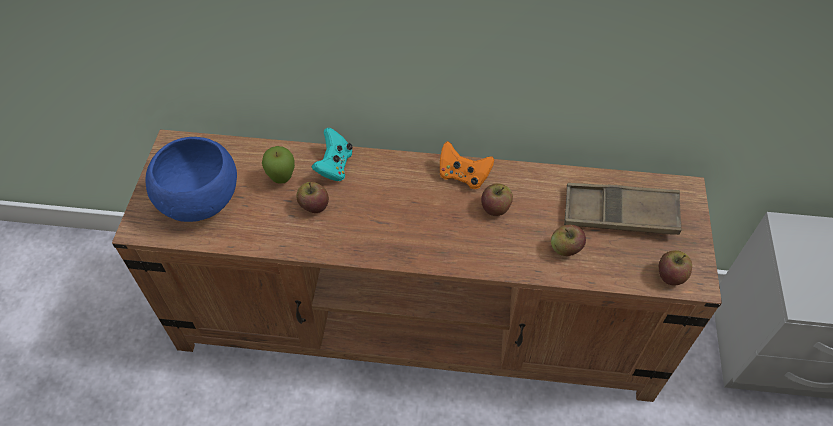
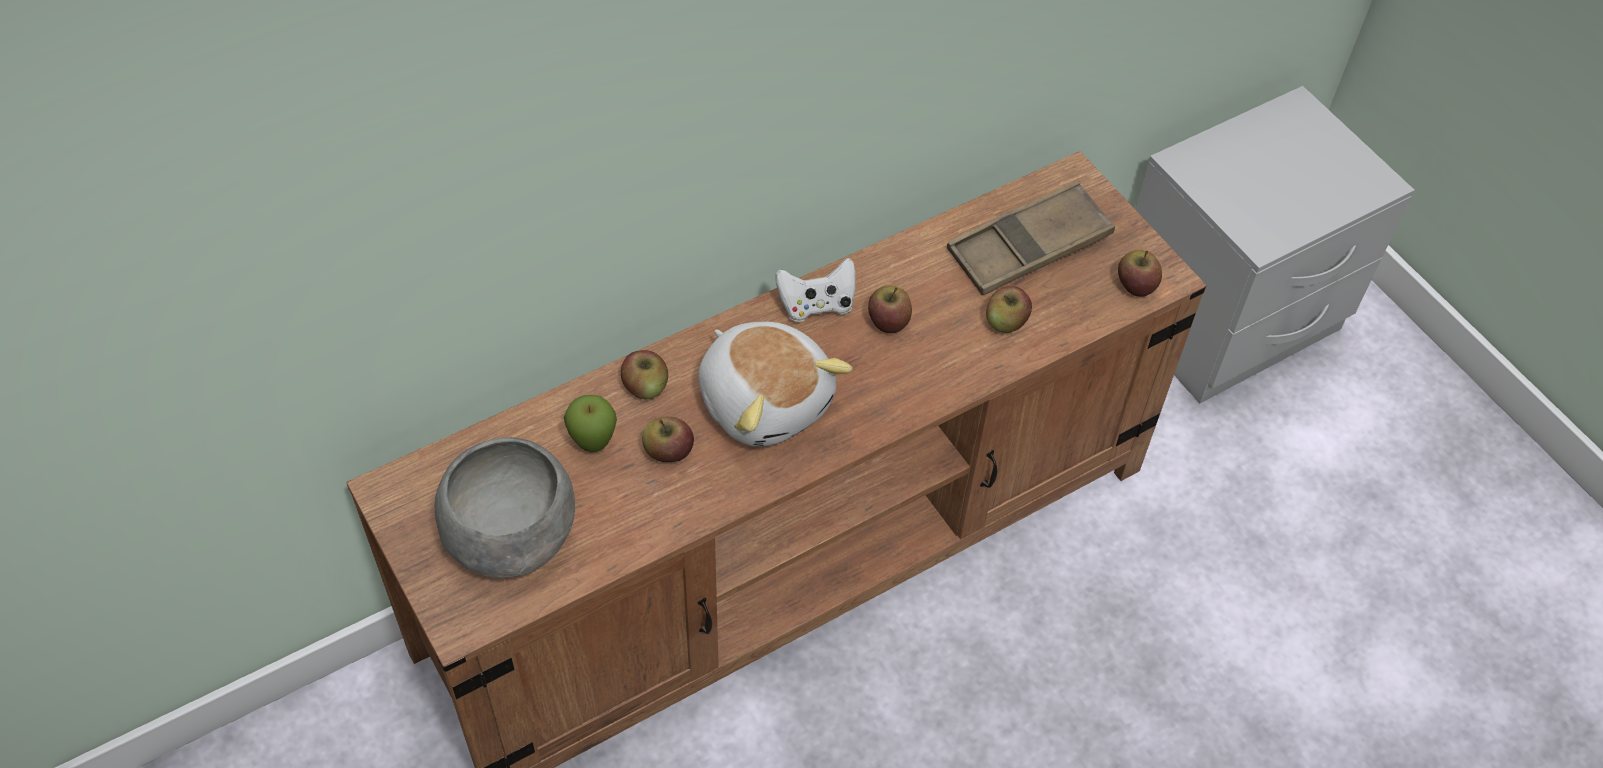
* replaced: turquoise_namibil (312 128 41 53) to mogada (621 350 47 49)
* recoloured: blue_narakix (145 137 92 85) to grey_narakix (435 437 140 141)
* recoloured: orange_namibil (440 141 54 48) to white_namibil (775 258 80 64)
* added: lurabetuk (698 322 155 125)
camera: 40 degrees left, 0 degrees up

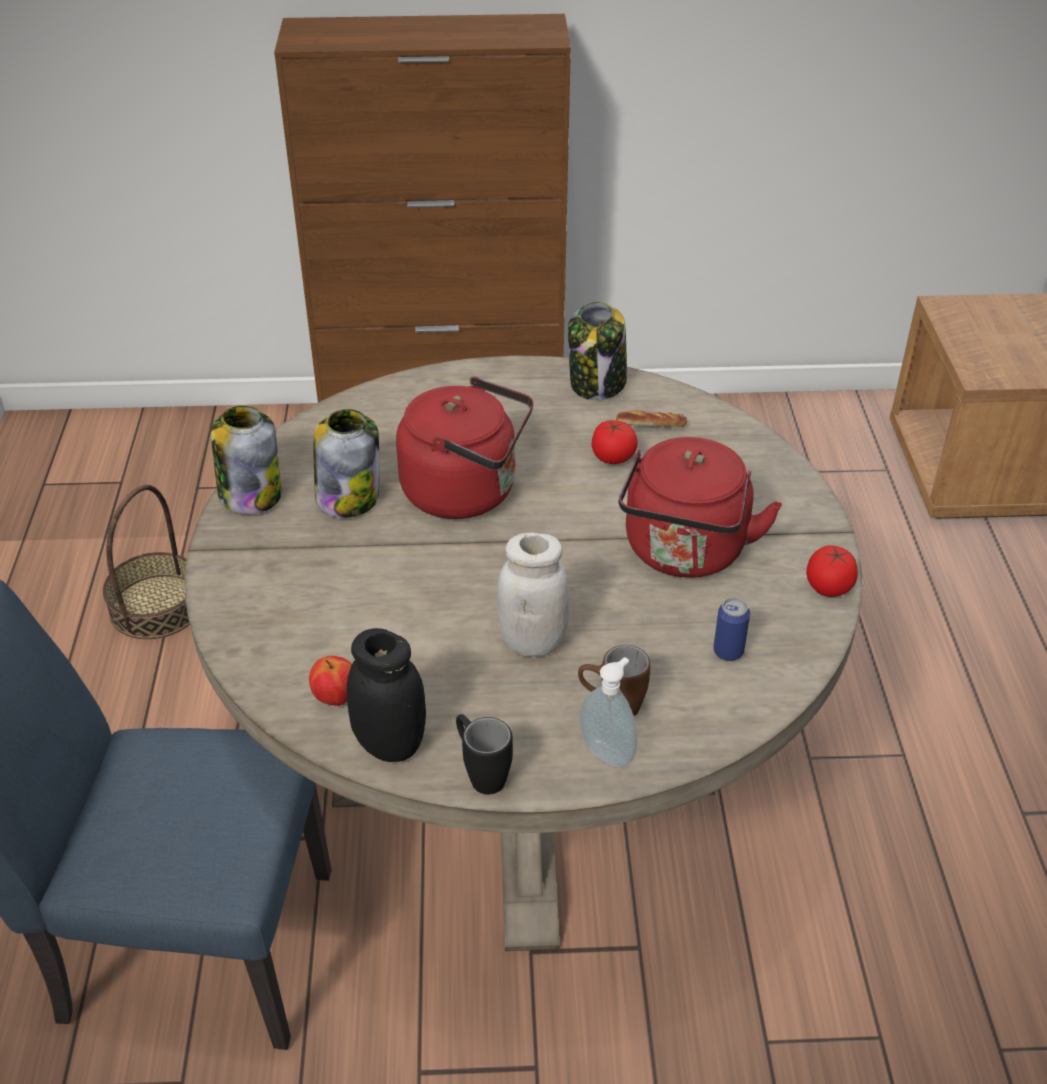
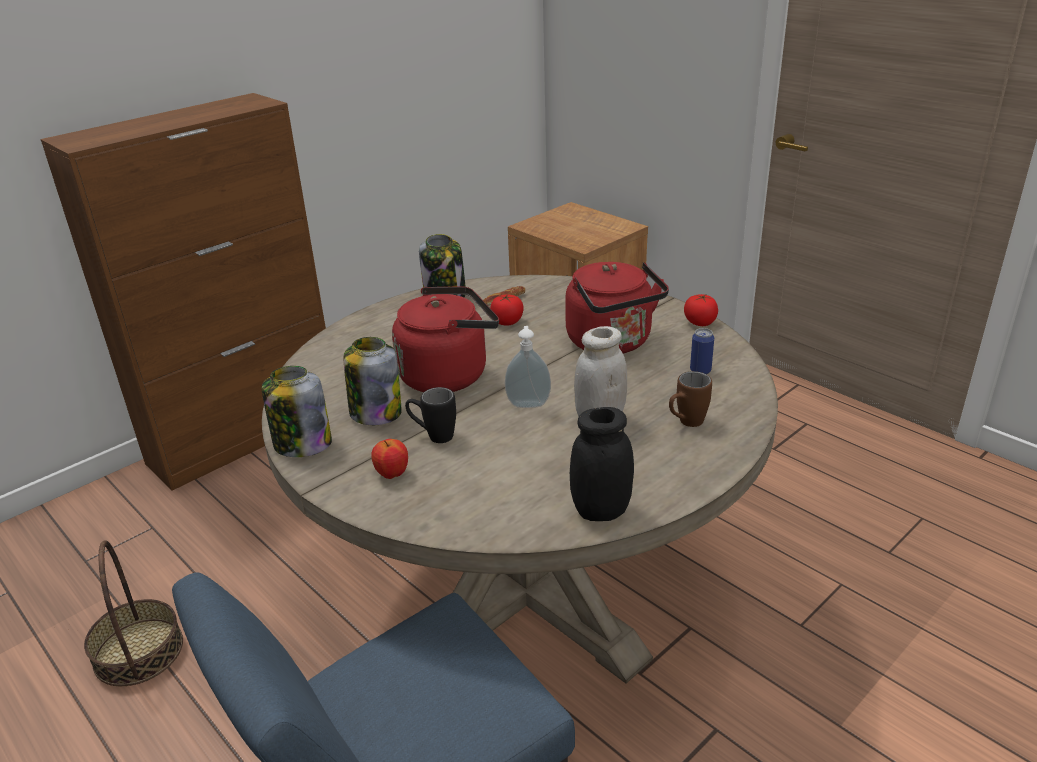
* moved: mogada (309 656 43 50) to (371 439 37 40)
* moved: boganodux (579 657 58 111) to (505 326 46 82)
* moved: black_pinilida (456 714 57 81) to (405 387 51 56)
camera: 40 degrees left, 10 degrees down

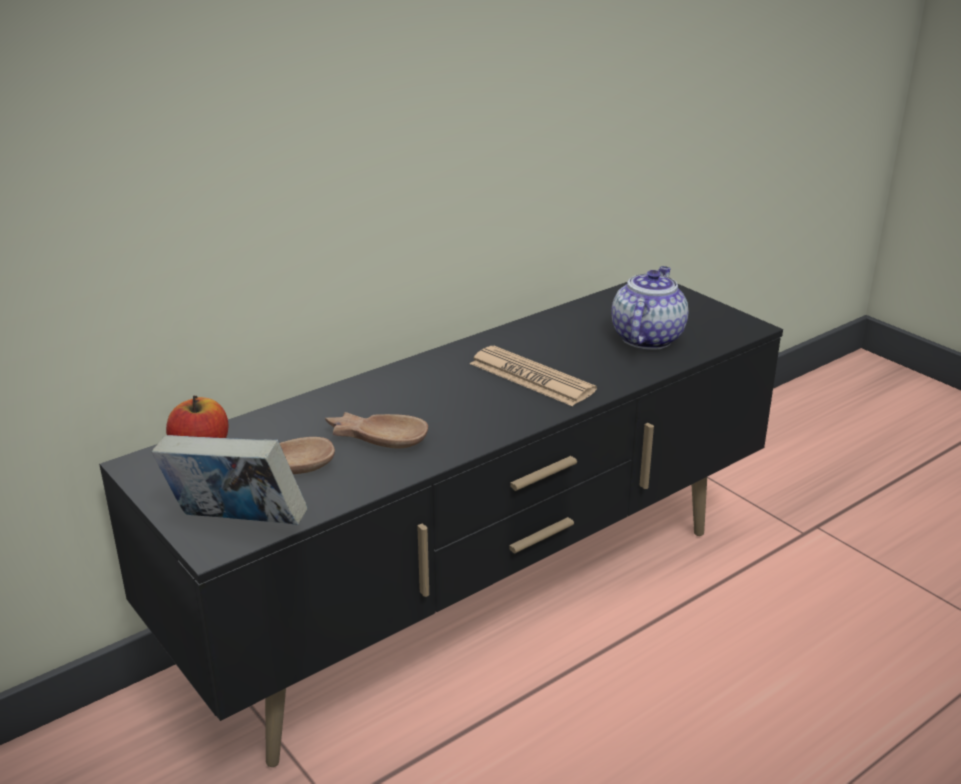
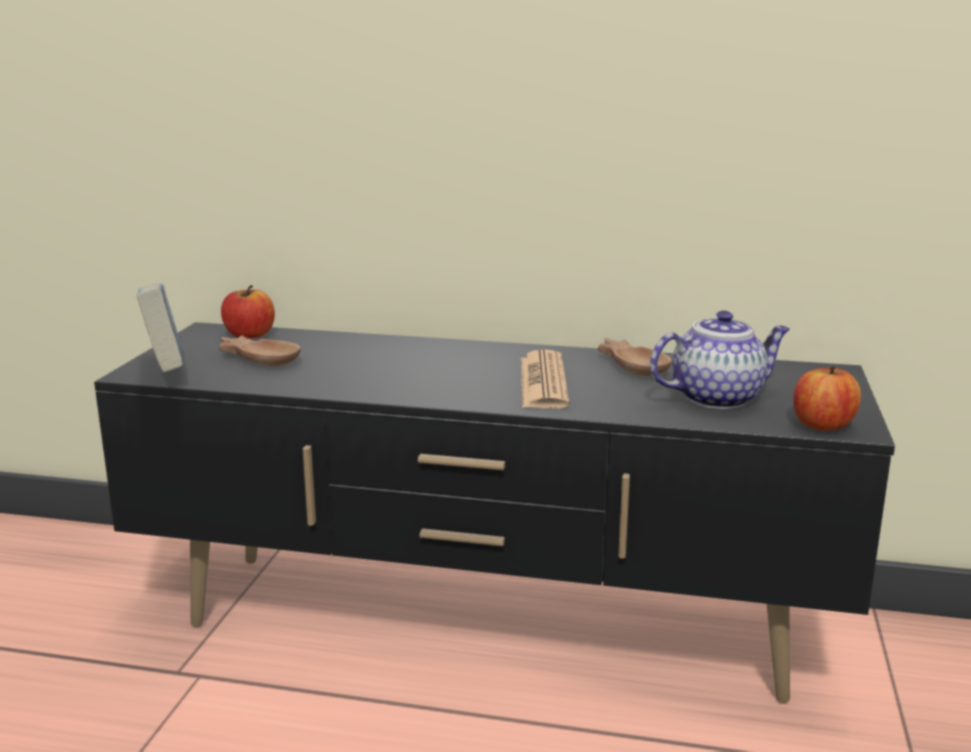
* moved: brown_narakix (325 412 103 37) to (598 338 74 38)
* added: mogada (793 366 68 65)
camera: 50 degrees right, 10 degrees down

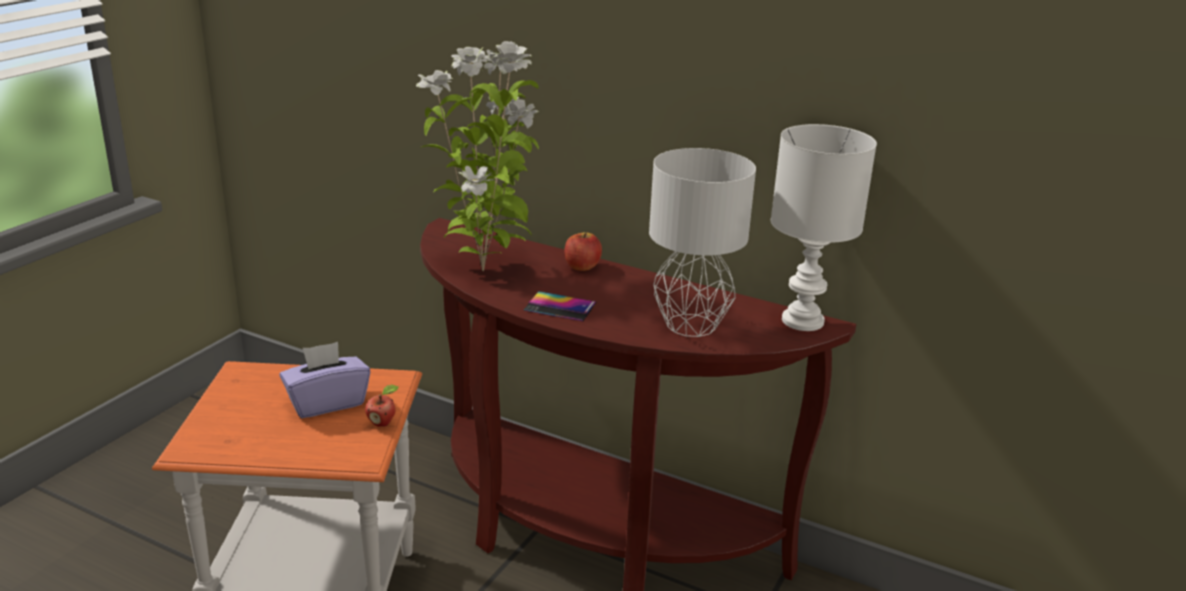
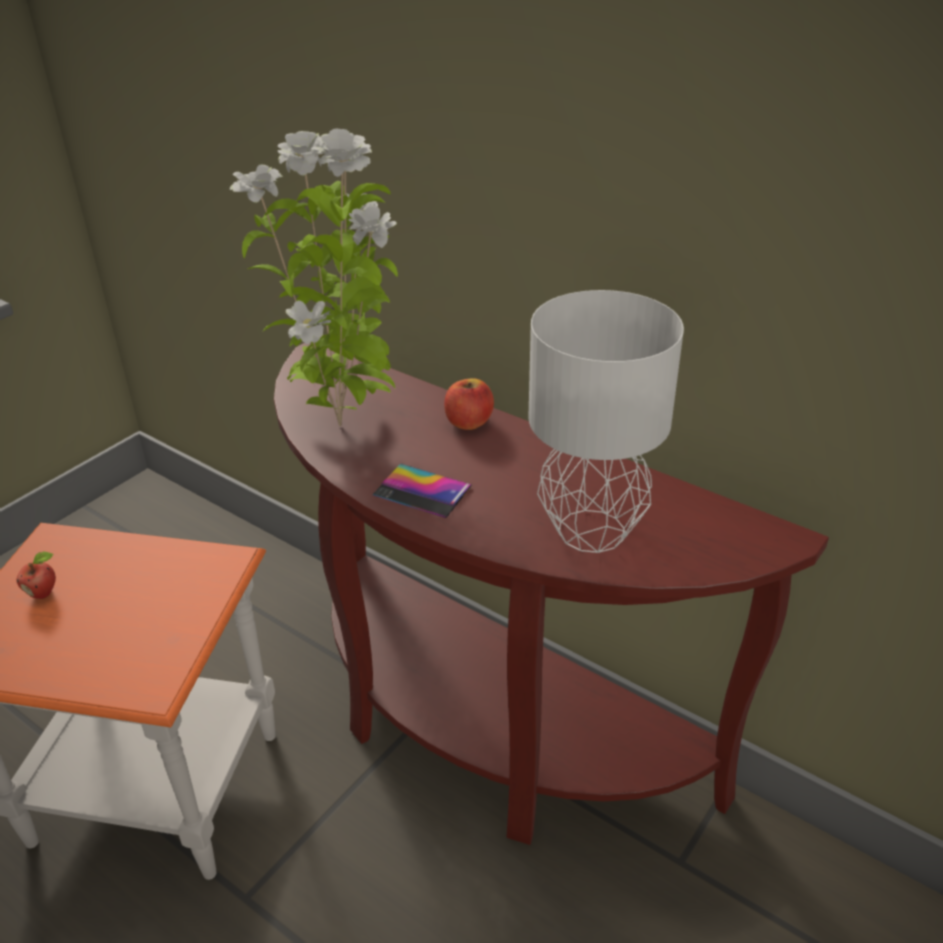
* removed: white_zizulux (771 124 106 207)
* removed: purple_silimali (279 342 91 76)
* moved: mogada (365 385 34 42) to (17 552 39 47)
camera: 10 degrees right, 10 degrees up

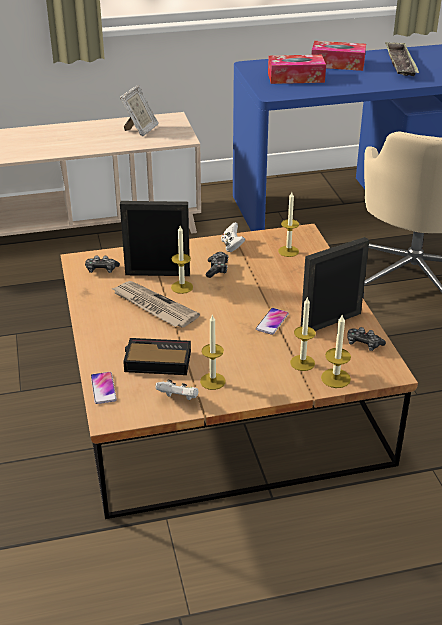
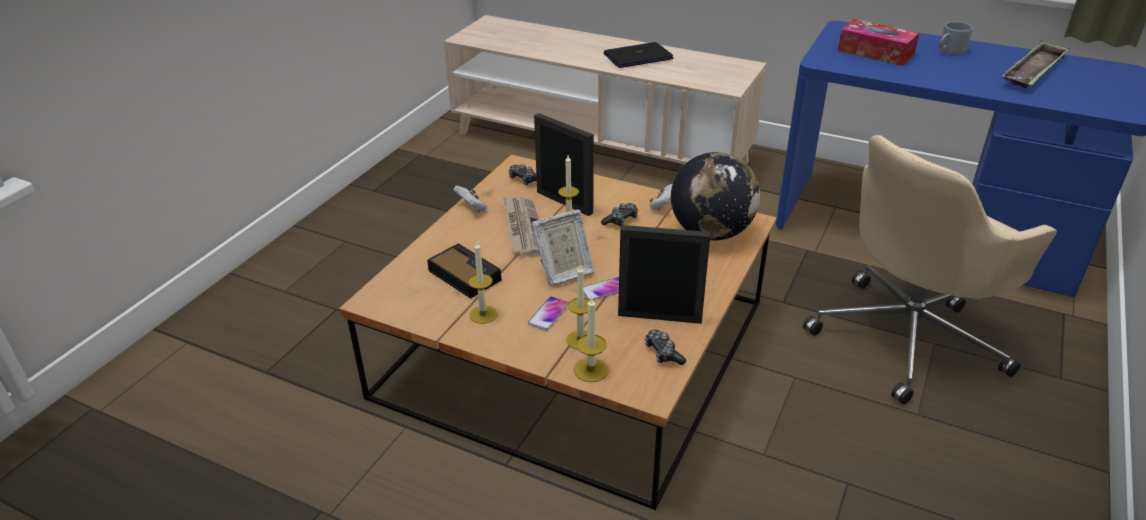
* replaced: silimali (311 41 55 30) to grey_pinilida (939 22 33 33)
* moved: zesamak (120 85 39 52) to (532 209 62 77)
* replaced: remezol (278 192 21 65) to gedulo (671 152 89 89)
* moved: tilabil (91 372 26 32) to (528 296 41 35)
* moved: white_namibil (155 380 43 20) to (453 186 34 26)
* added: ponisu (604 42 69 26)
camera: 40 degrees right, 0 degrees up

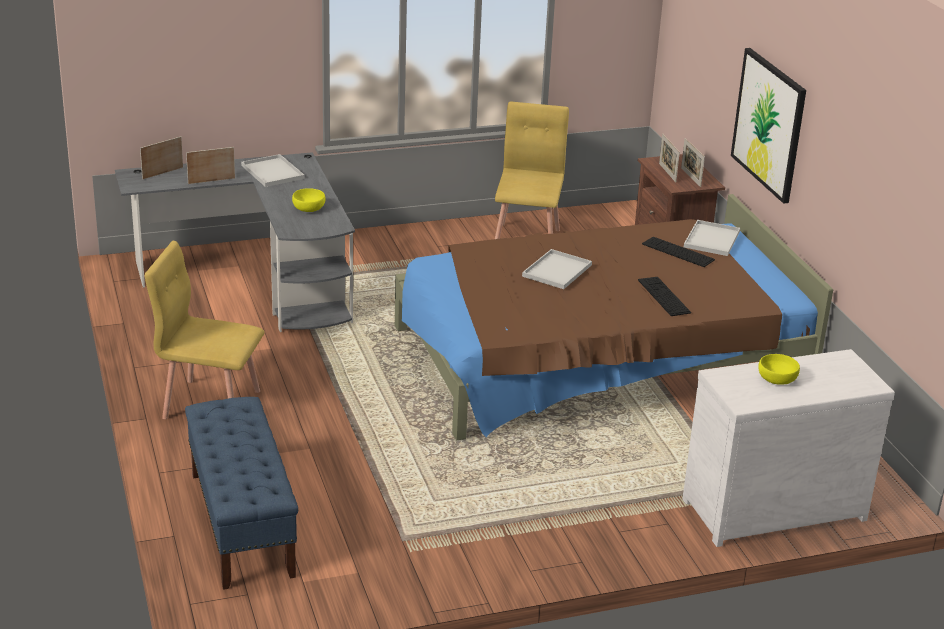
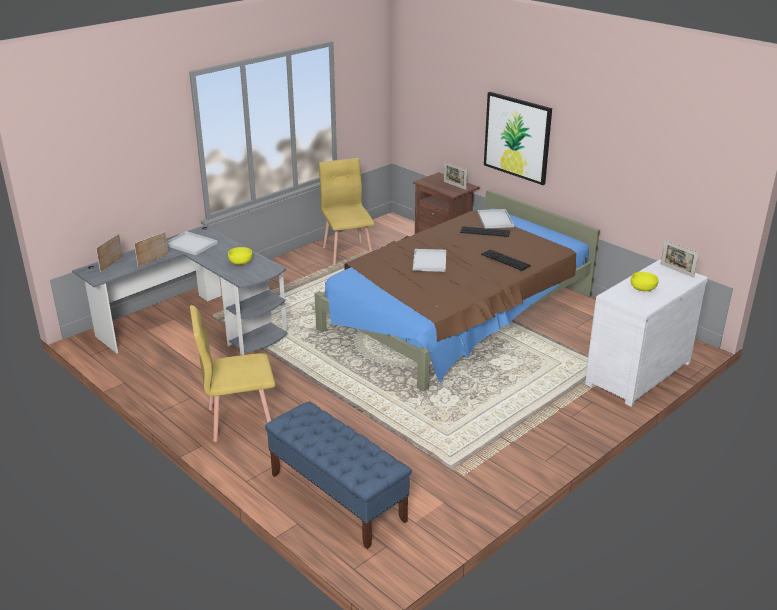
* moved: zesamak (659 134 21 49) to (661 240 38 38)
camera: 25 degrees left, 0 degrees up

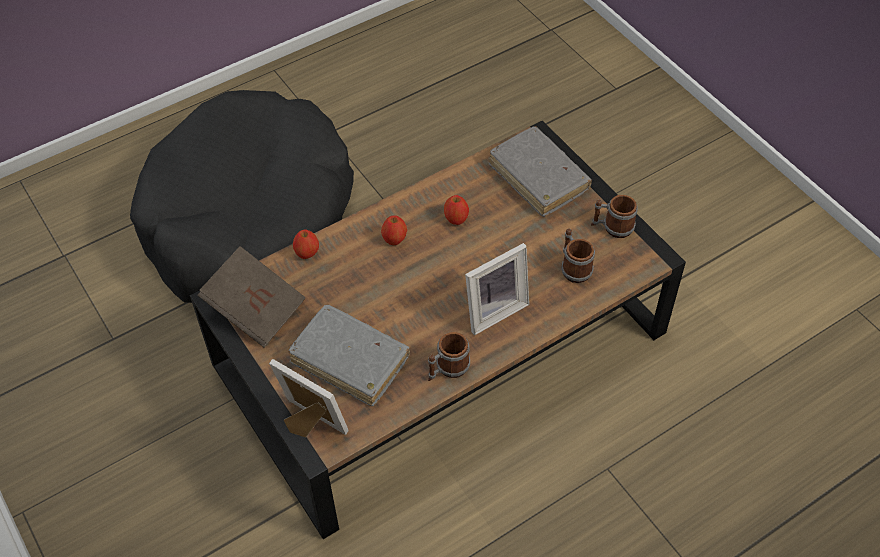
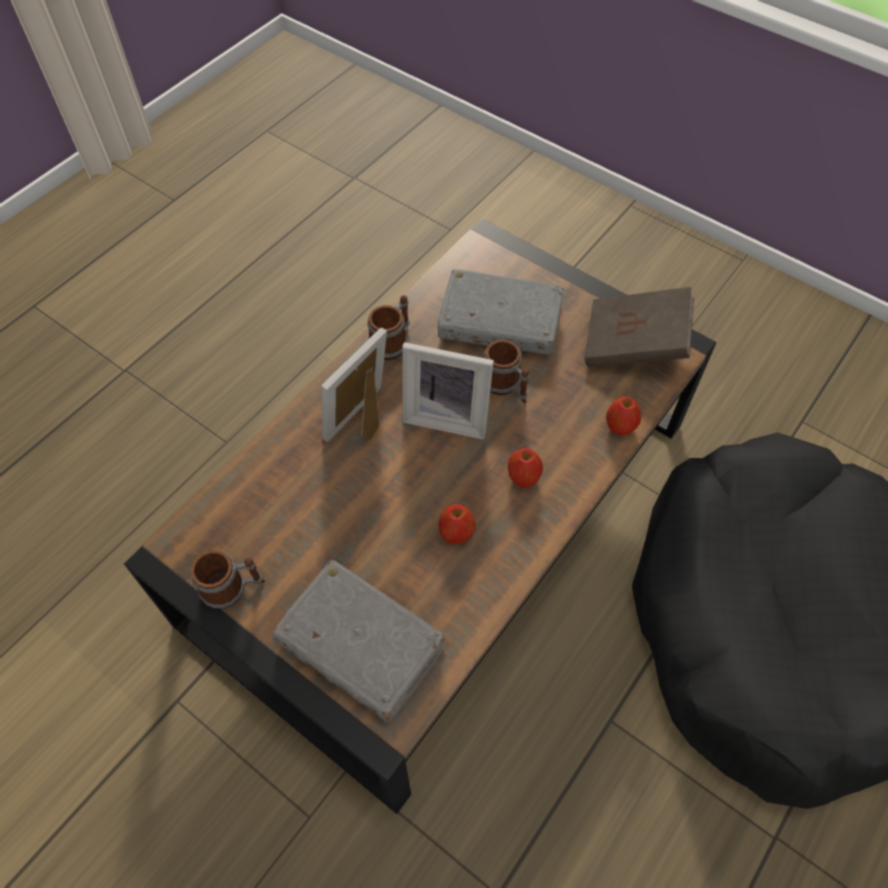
* moved: pinilida (561 229 34 54) to (483 340 47 63)
* moved: zesamak (269 359 80 78) to (402 342 92 97)
camera: 160 degrees right, 5 degrees up

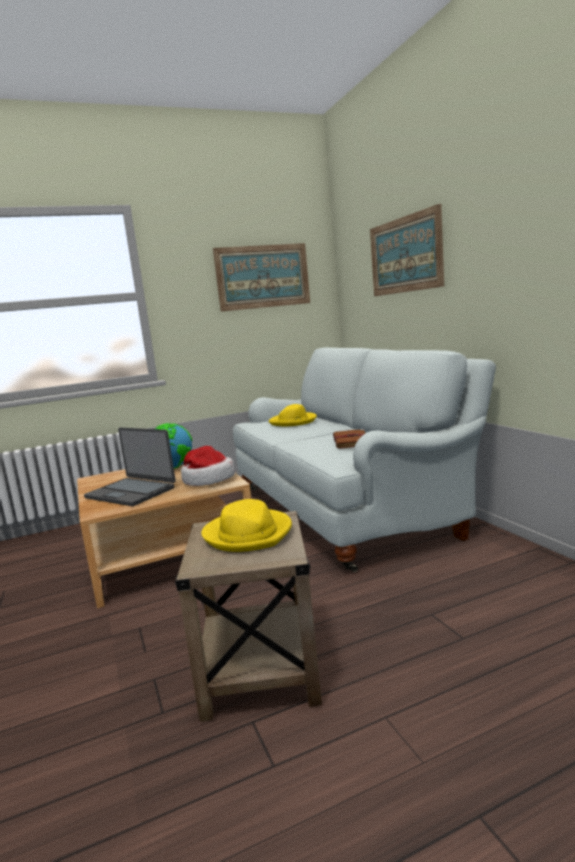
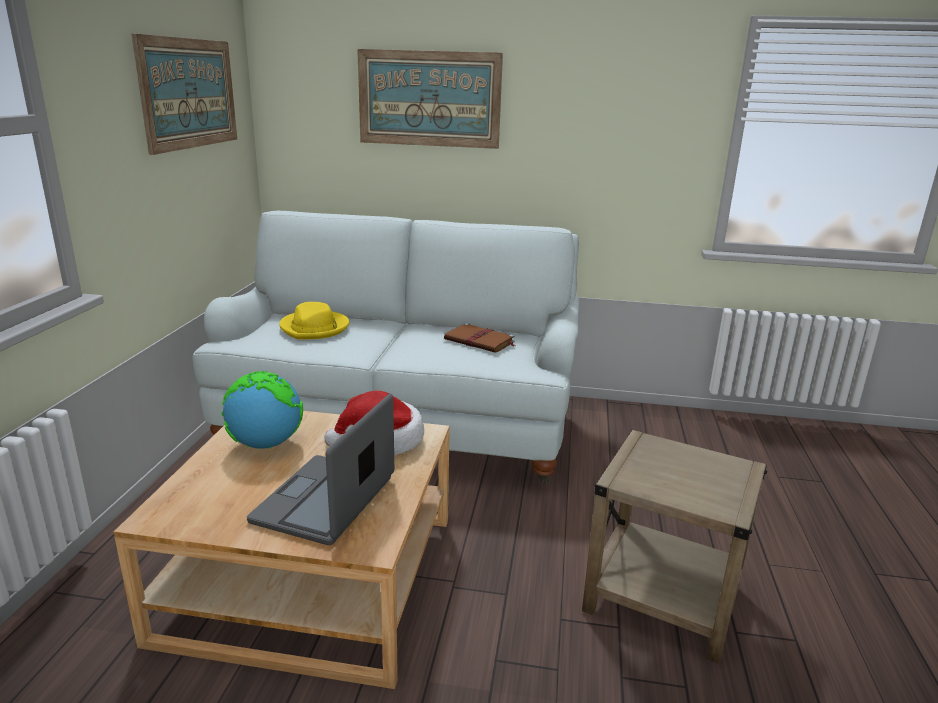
* turned: ponisu (84 428 92 78) = (247 394 147 151) 135 degrees clockwise
* removed: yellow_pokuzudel (201 499 91 53)
camera: 60 degrees left, 10 degrees up

